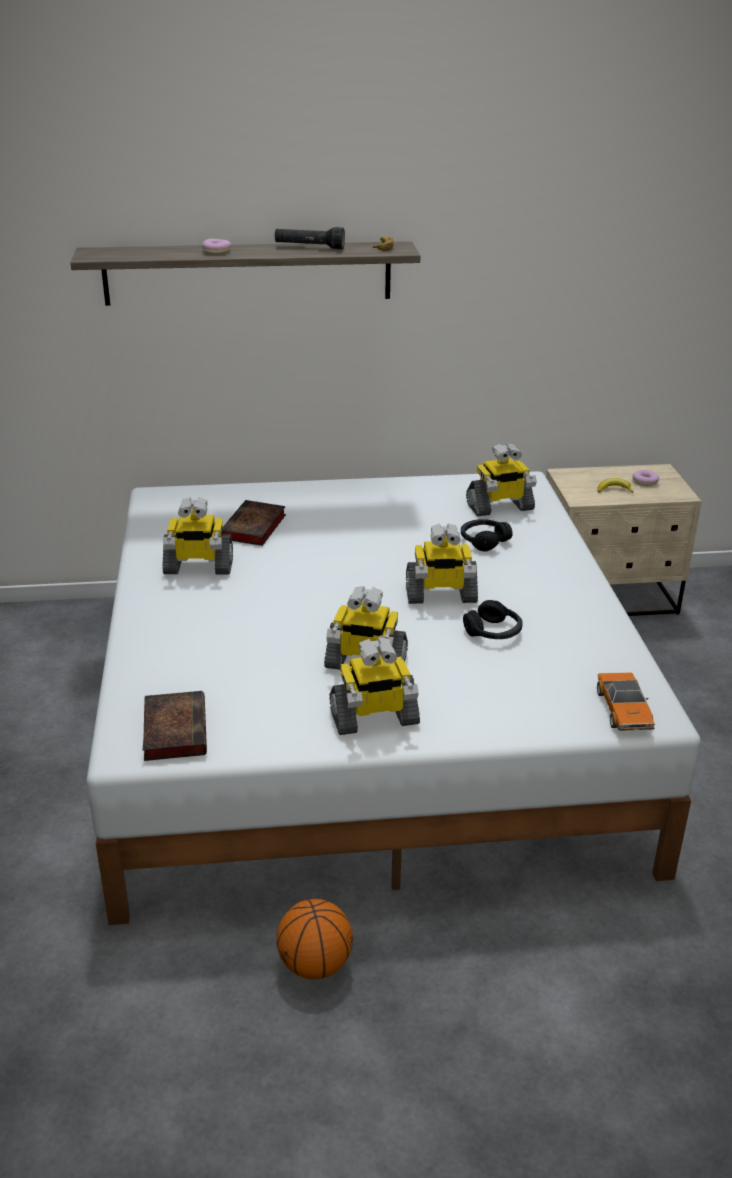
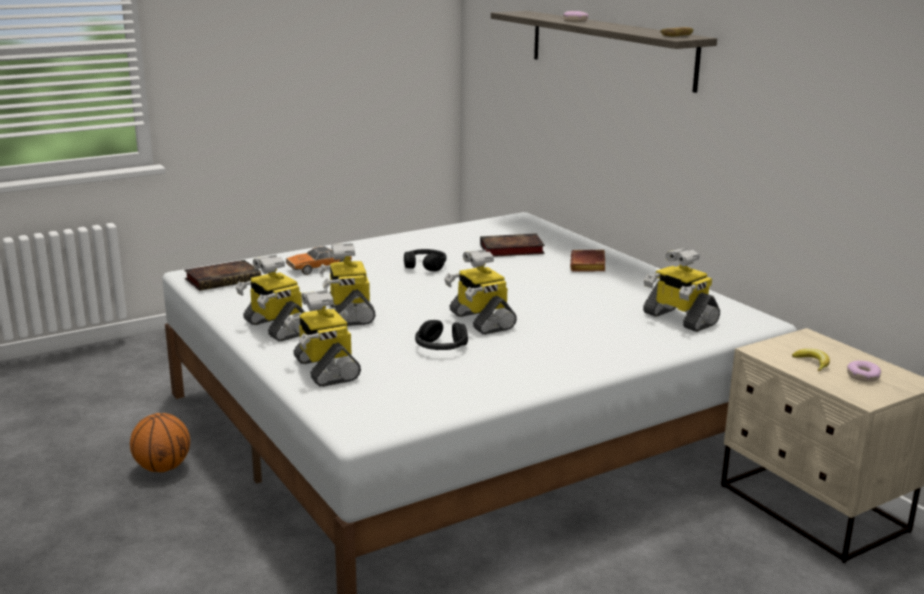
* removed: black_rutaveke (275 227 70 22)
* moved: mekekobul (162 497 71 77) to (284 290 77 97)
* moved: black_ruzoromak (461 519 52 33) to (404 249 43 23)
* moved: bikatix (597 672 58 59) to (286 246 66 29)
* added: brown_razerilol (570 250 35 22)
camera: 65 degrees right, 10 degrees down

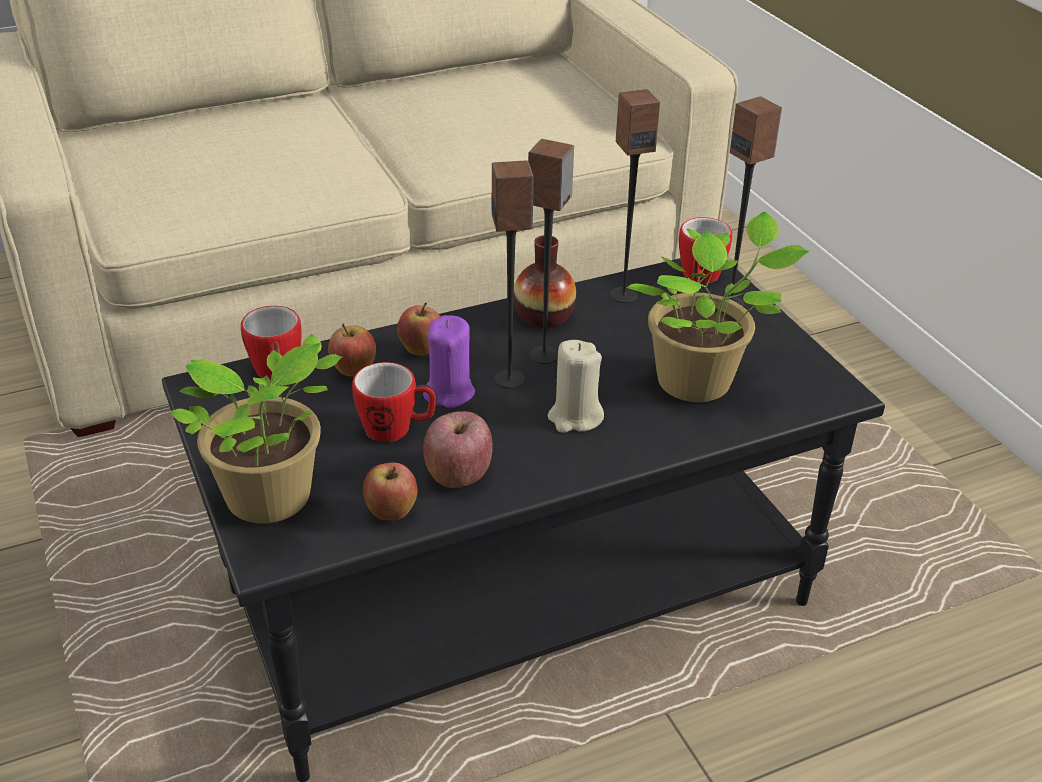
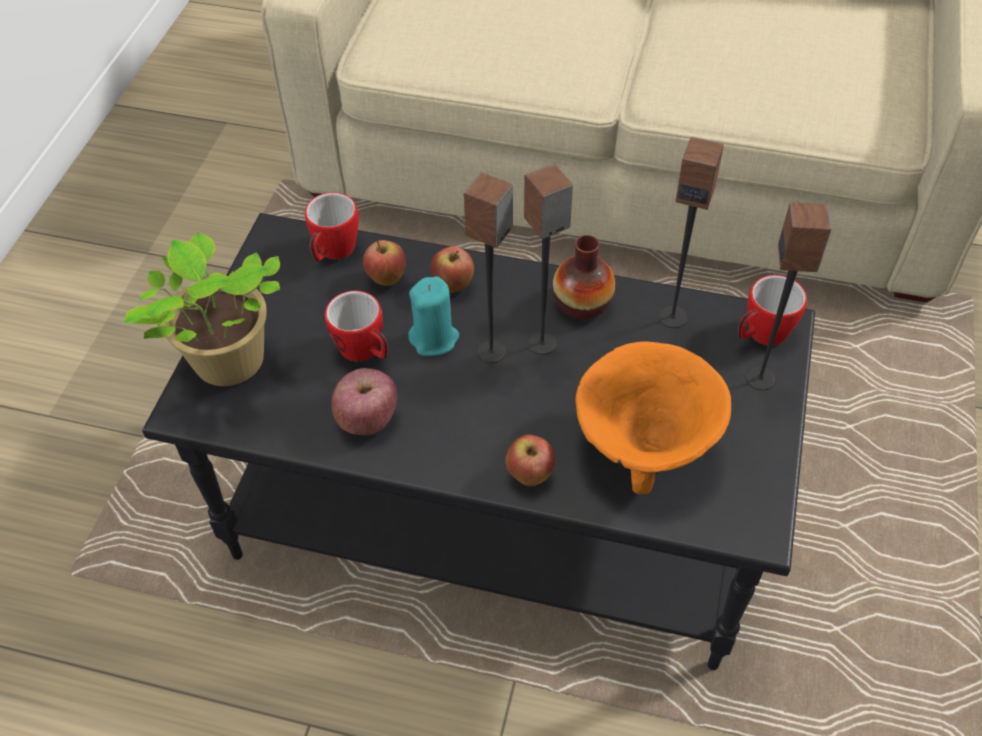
* replaced: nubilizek (626 211 183 191) to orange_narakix (576 341 155 154)
* recoloured: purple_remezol (423 315 52 93) to turquoise_remezol (408 276 51 80)
* removed: beige_remezol (548 340 56 93)
* moved: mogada (363 463 54 57) to (505 434 50 52)
camera: 40 degrees right, 15 degrees up

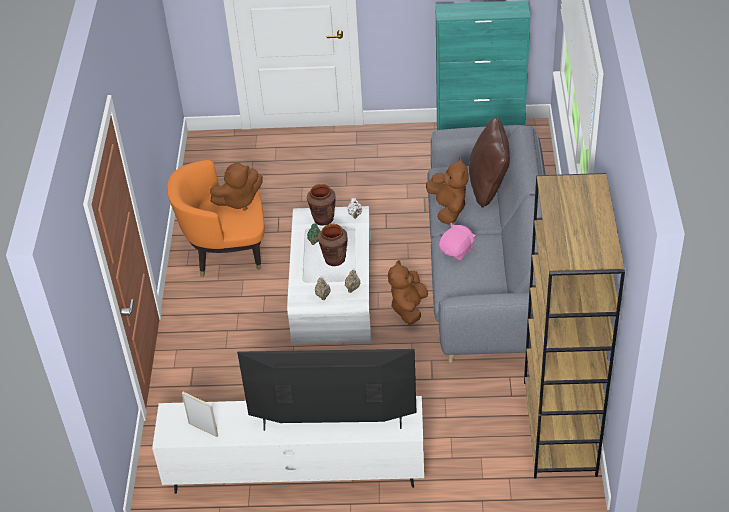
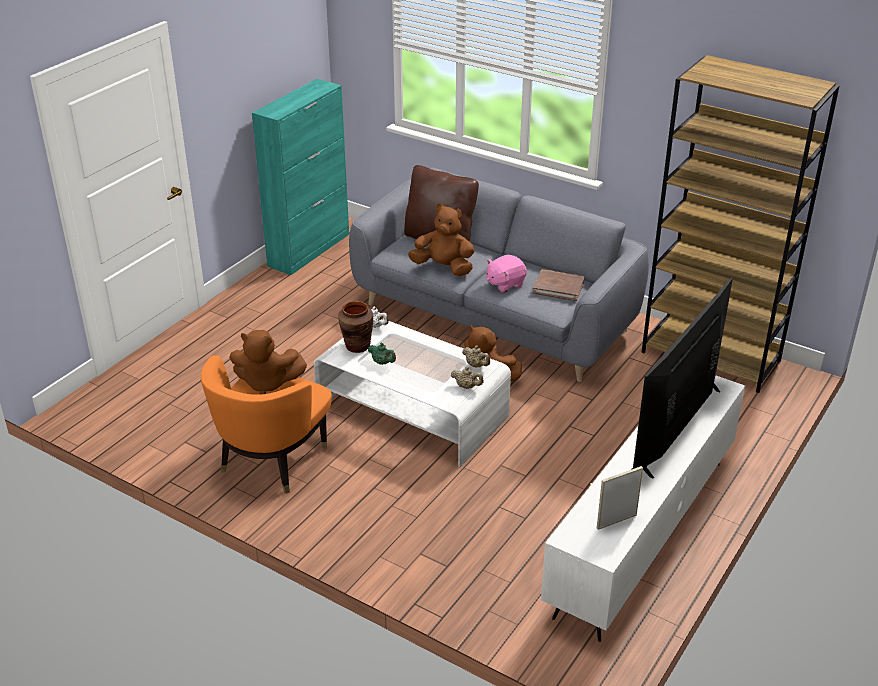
* turned: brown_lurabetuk (210 163 53 48) = (229 330 78 65) 90 degrees clockwise
* turned: pink_lurabetuk (439 223 37 37) = (486 255 41 38) 105 degrees counterclockwise
* removed: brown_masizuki (318 224 30 42)
* added: brown_razerilol (533 269 51 32)
camera: 60 degrees left, 10 degrees down

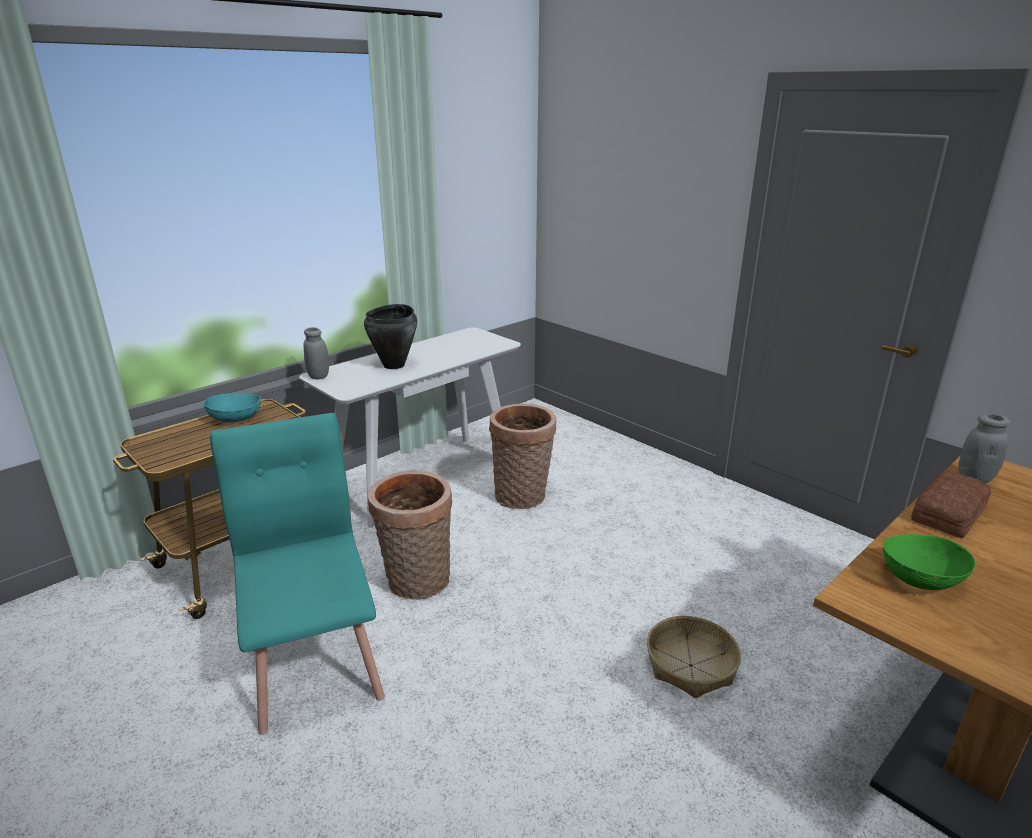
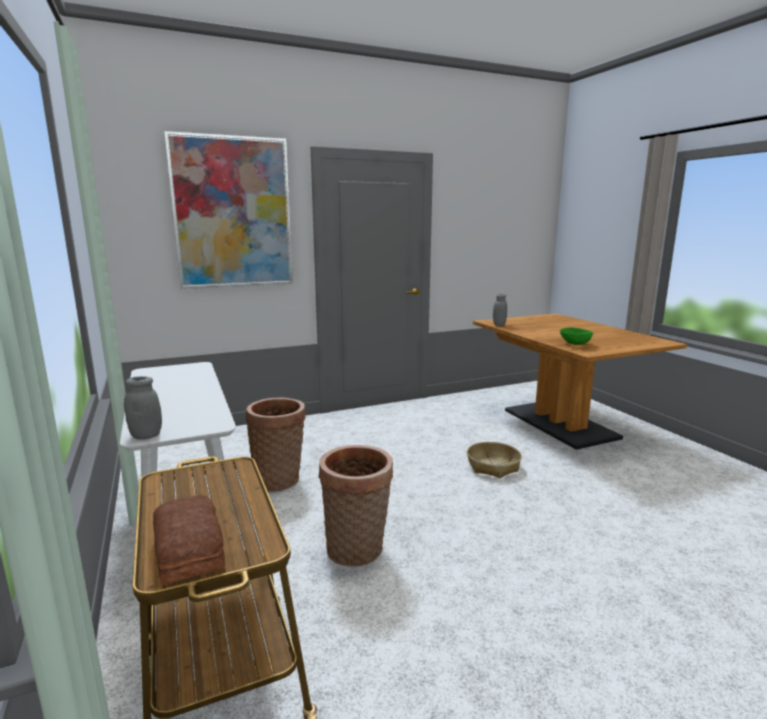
* removed: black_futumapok (364 304 53 65)
* removed: turquoise_narakix (204 393 57 29)
* removed: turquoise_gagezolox (210 413 175 322)
* moved: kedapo (911 472 80 66) to (153 495 72 90)
* added: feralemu (164 131 129 158)
camera: 70 degrees left, 10 degrees down

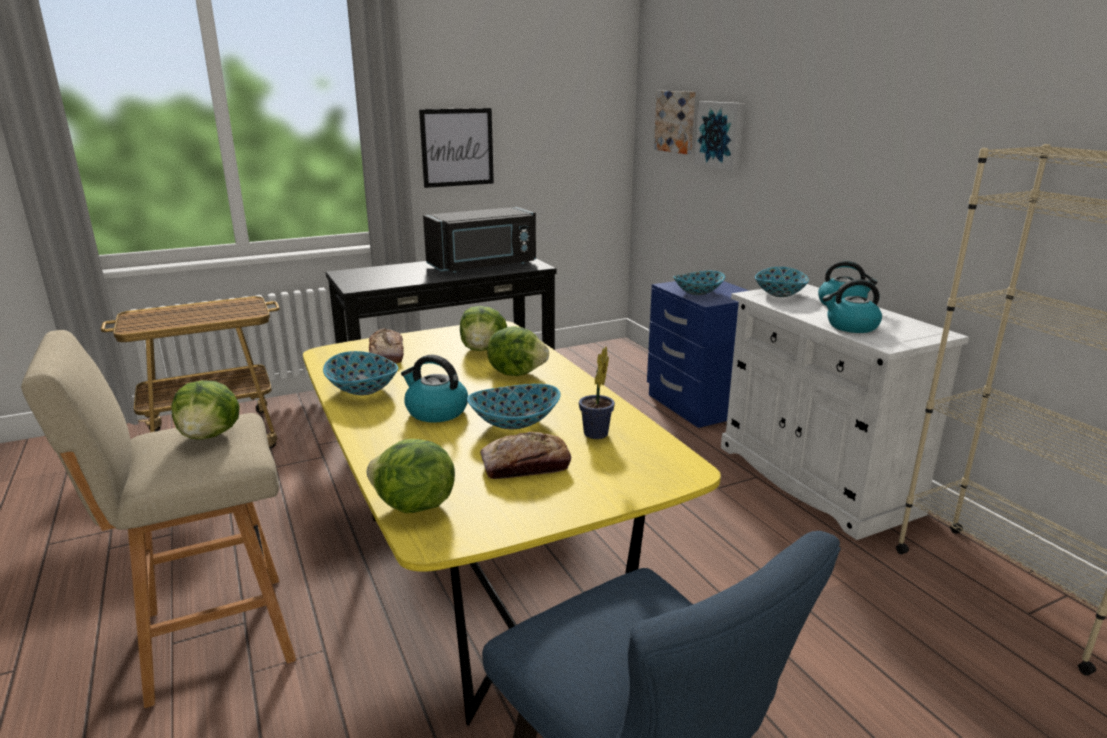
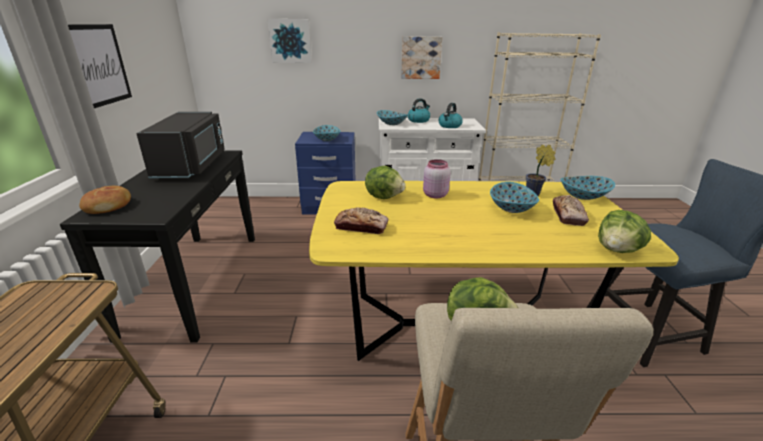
* moved: feralemu (654 91 41 63) to (401 36 41 43)
* replaced: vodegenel (487 326 62 50) to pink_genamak (423 159 28 40)
* moved: narakix (323 351 75 44) to (560 176 55 24)
* removed: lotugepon (401 355 67 68)
* added: kedapo (79 185 52 29)
camera: 65 degrees left, 5 degrees up

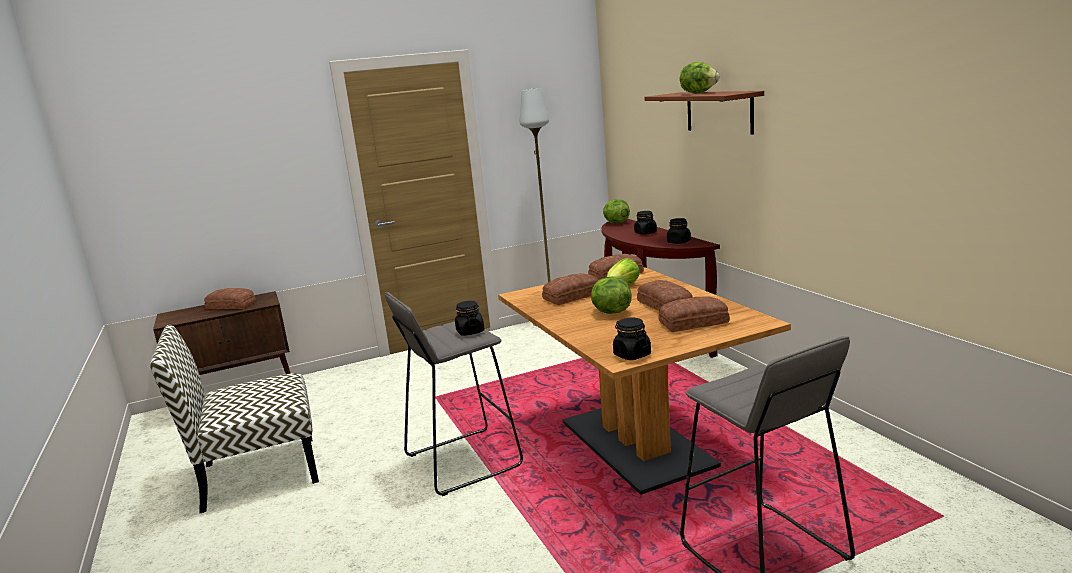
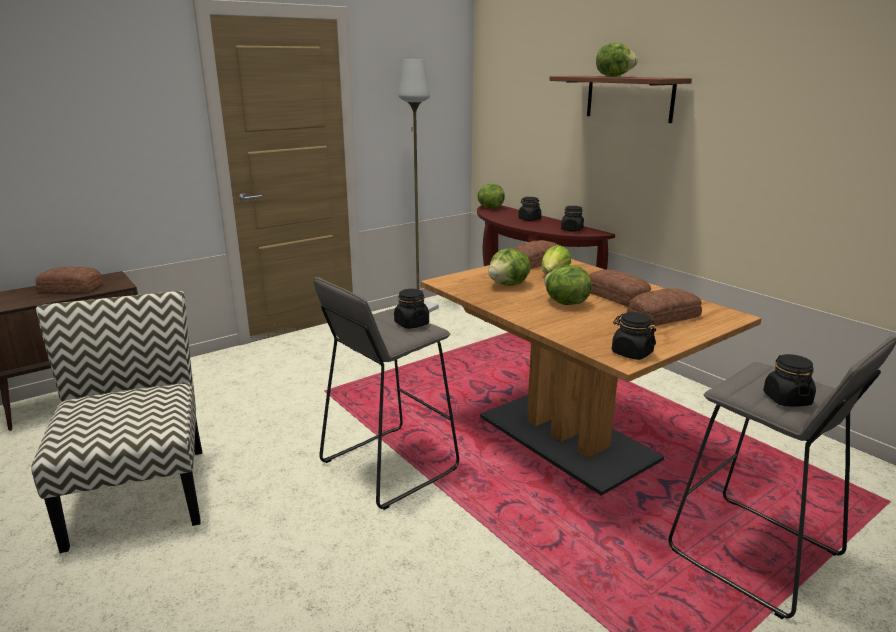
* replaced: kedapo (542 273 57 32) to vodegenel (488 248 43 38)
* turned: gagezolox (150 325 169 188) = (31 291 171 262) 105 degrees clockwise
* added: black_genamak (763 354 53 53)
camera: 15 degrees left, 5 degrees up

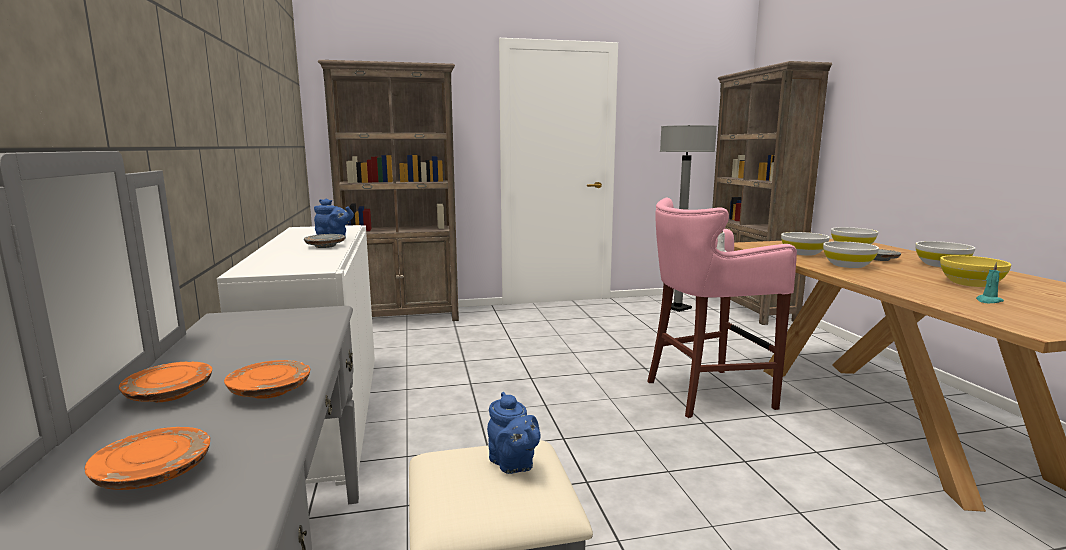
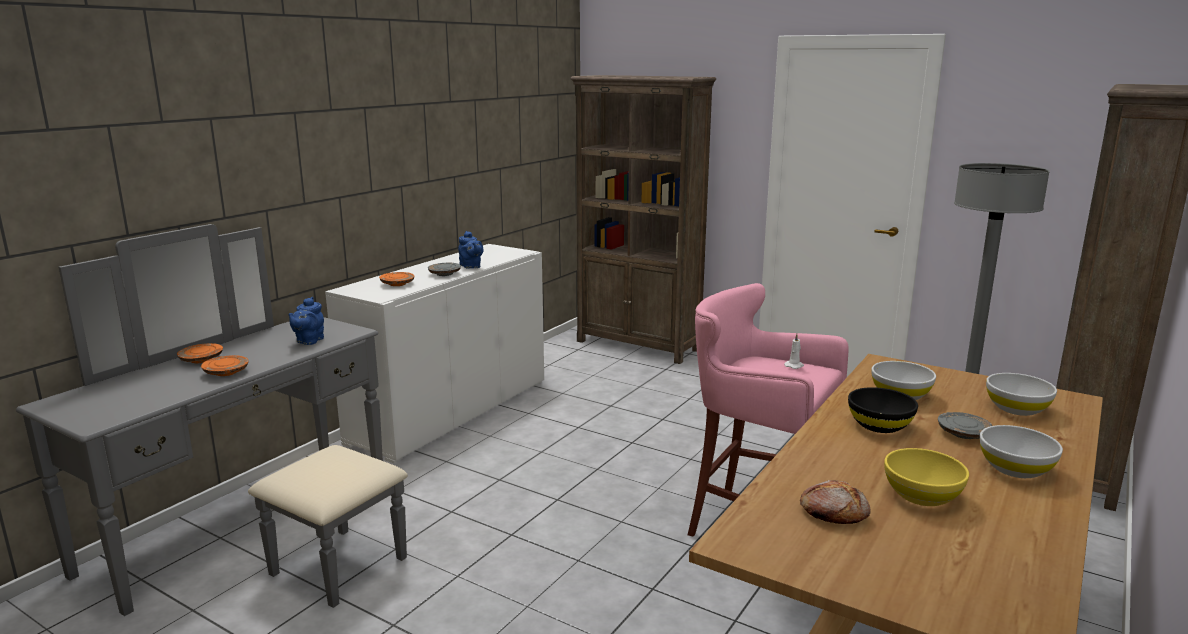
* recoloured: white_narakix (823 241 56 27) to black_narakix (848 387 70 46)
* replaced: turquoise_remezol (976 262 28 41) to kedapo (800 480 71 44)
* moved: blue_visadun (487 392 54 82) to (288 297 36 48)
* moved: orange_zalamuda (85 427 125 63) to (379 272 35 14)
camera: 45 degrees right, 5 degrees up

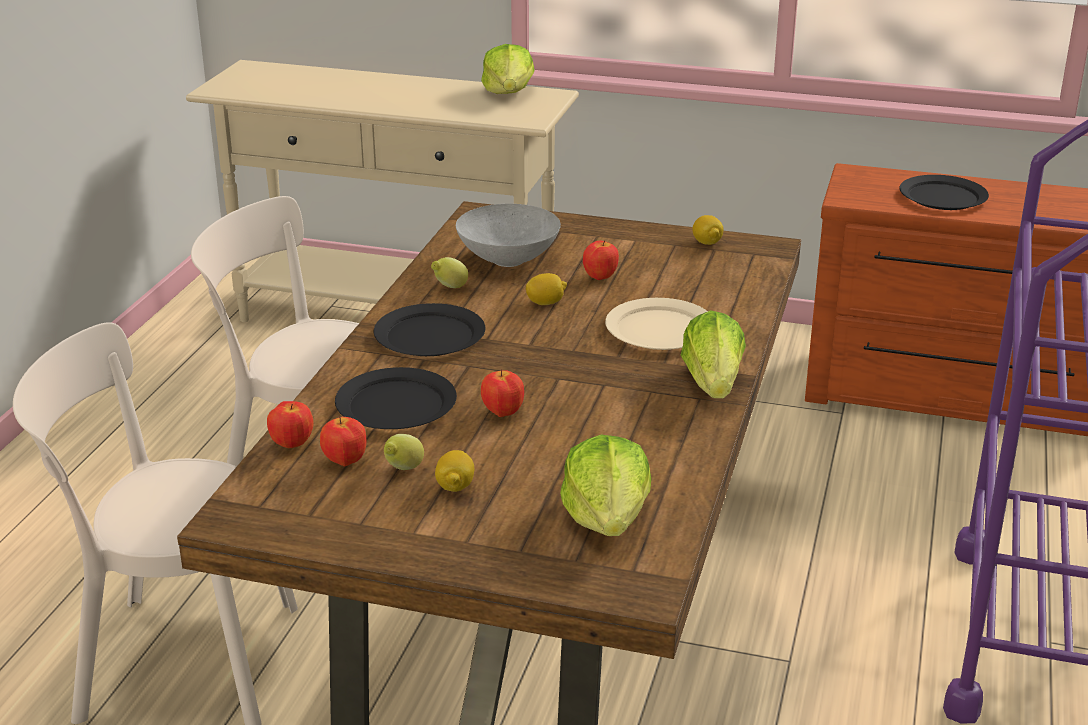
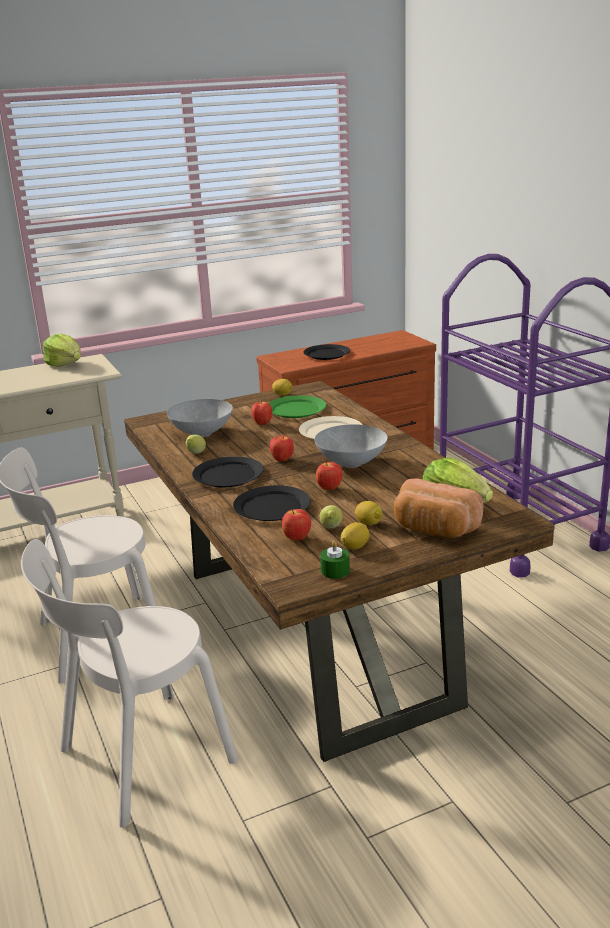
* moved: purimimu (525 273 42 32) to (341 522 28 27)
* removed: vodegenel (681 310 65 88)
* moved: mogada (267 401 47 47) to (270 435 24 26)
* added: green_zalamuda (269 395 57 23)
* added: grey_narakix (314 424 74 44)
* added: kedapo (394 478 89 60)
* added: green_remezol (320 540 30 39)
camera: 40 degrees left, 5 degrees down

